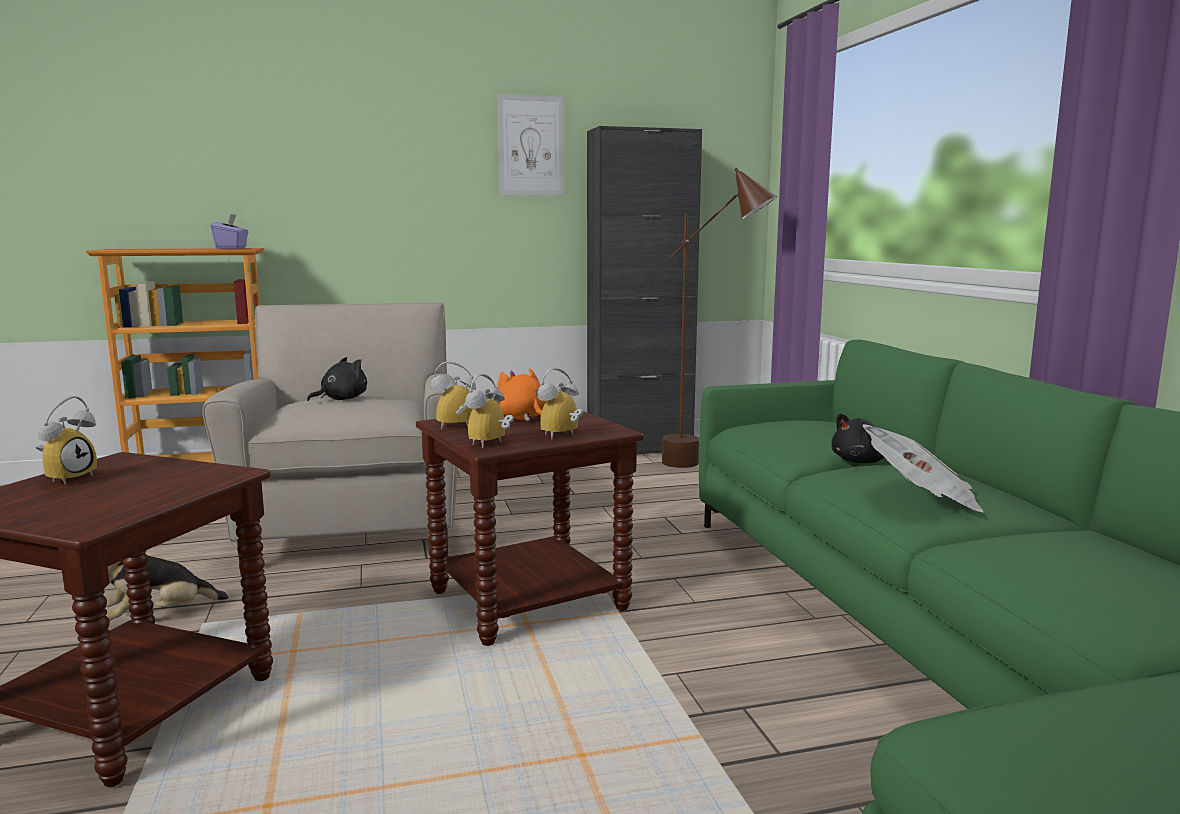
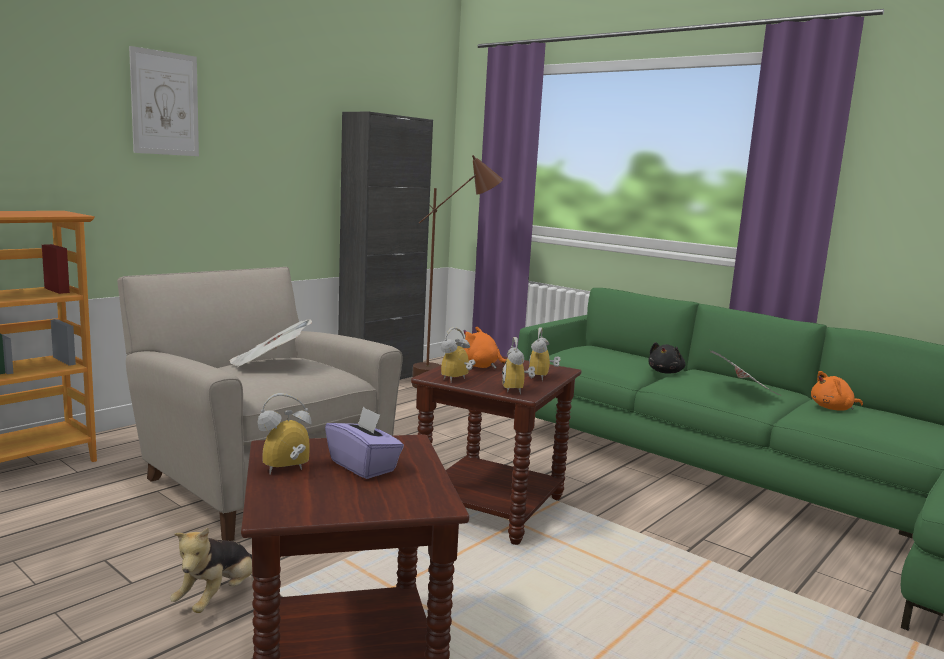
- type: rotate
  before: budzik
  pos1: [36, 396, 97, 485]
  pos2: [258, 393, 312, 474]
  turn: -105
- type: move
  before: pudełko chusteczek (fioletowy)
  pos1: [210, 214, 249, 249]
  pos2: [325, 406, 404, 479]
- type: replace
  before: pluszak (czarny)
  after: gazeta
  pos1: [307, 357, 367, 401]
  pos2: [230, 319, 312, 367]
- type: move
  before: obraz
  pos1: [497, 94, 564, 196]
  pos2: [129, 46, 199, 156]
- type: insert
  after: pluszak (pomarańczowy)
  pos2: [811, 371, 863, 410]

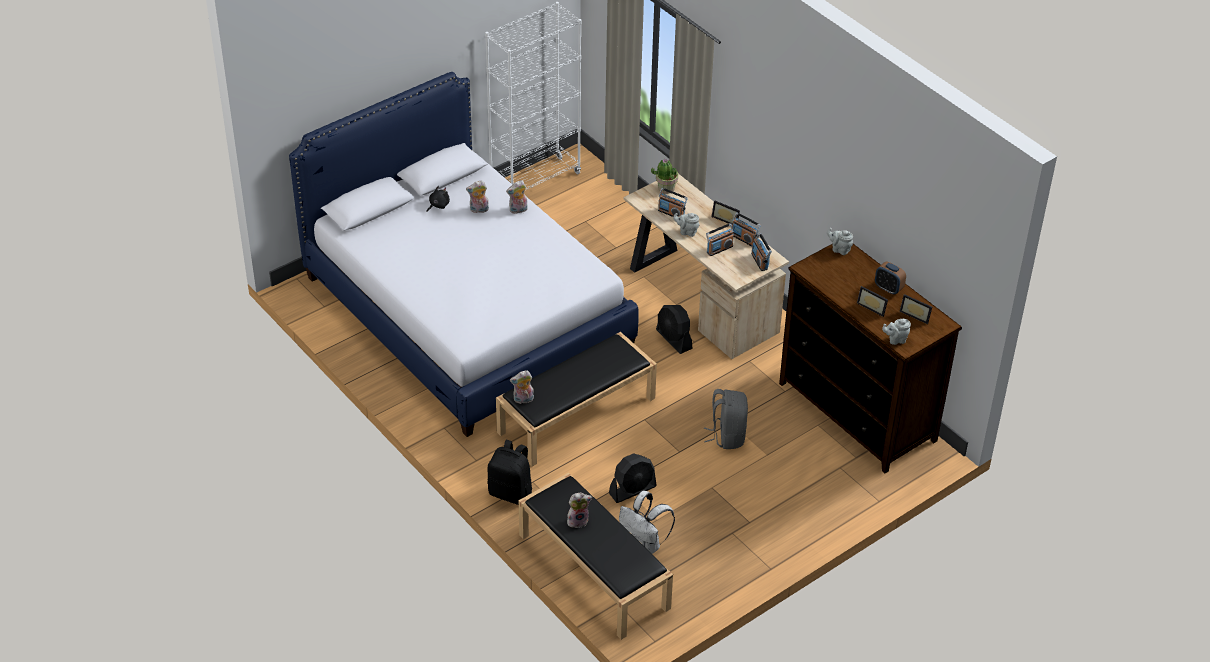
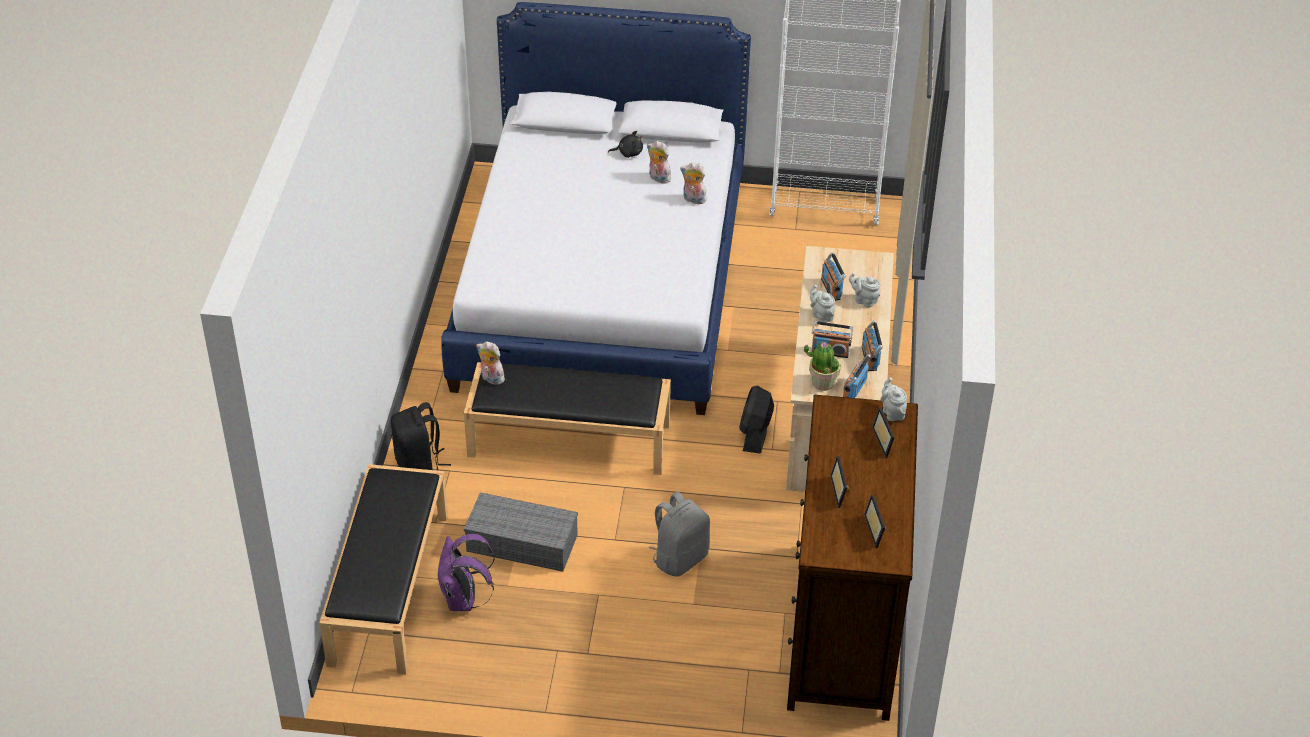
- type: delete
  before: pluszak
  pos1: [567, 493, 592, 528]
- type: replace
  before: wentylator (czarny)
  after: pojemnik do przechowywania (szary)
  pos1: [609, 453, 657, 503]
  pos2: [464, 492, 578, 572]
- type: recolor
  before: plecak (biały)
  after: plecak (fioletowy)
  pos1: [619, 491, 675, 554]
  pos2: [437, 534, 495, 611]
- type: move
  before: roślina doniczkowa
  pos1: [651, 159, 678, 194]
  pos2: [804, 342, 841, 391]
- type: move
  before: ramka na zdjęcie
  pos1: [712, 200, 740, 224]
  pos2: [872, 407, 895, 458]
- type: delete
  before: budzik
  pos1: [875, 262, 906, 295]
- type: move
  before: imbryk (szary)
  pos1: [882, 319, 911, 345]
  pos2: [849, 273, 880, 308]

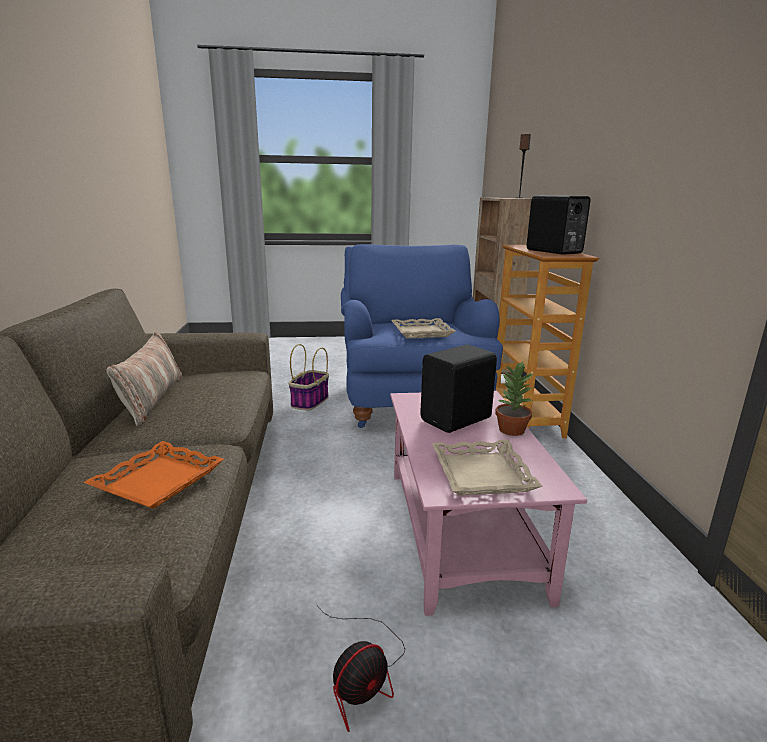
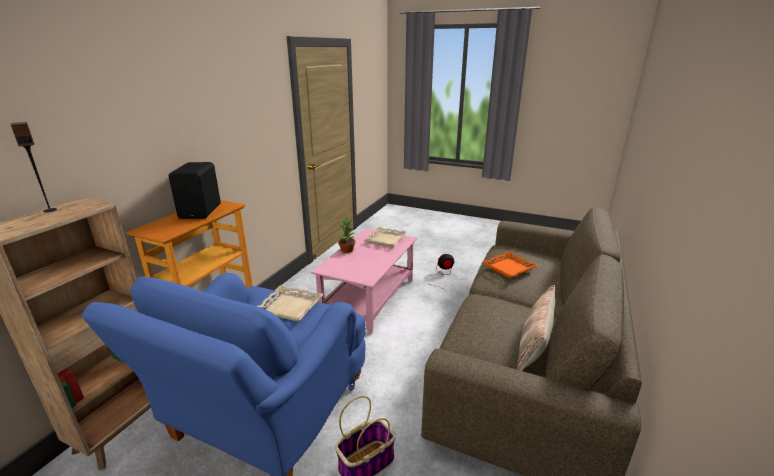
- type: delete
  before: głośnik (czarny)
  pos1: [420, 345, 497, 433]

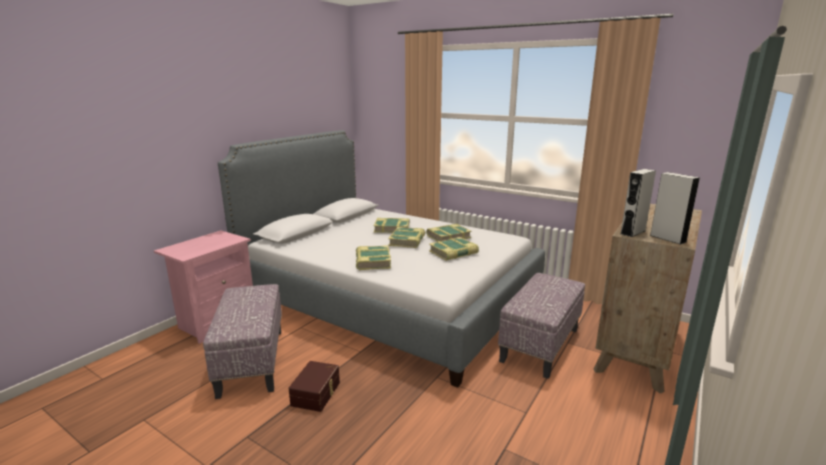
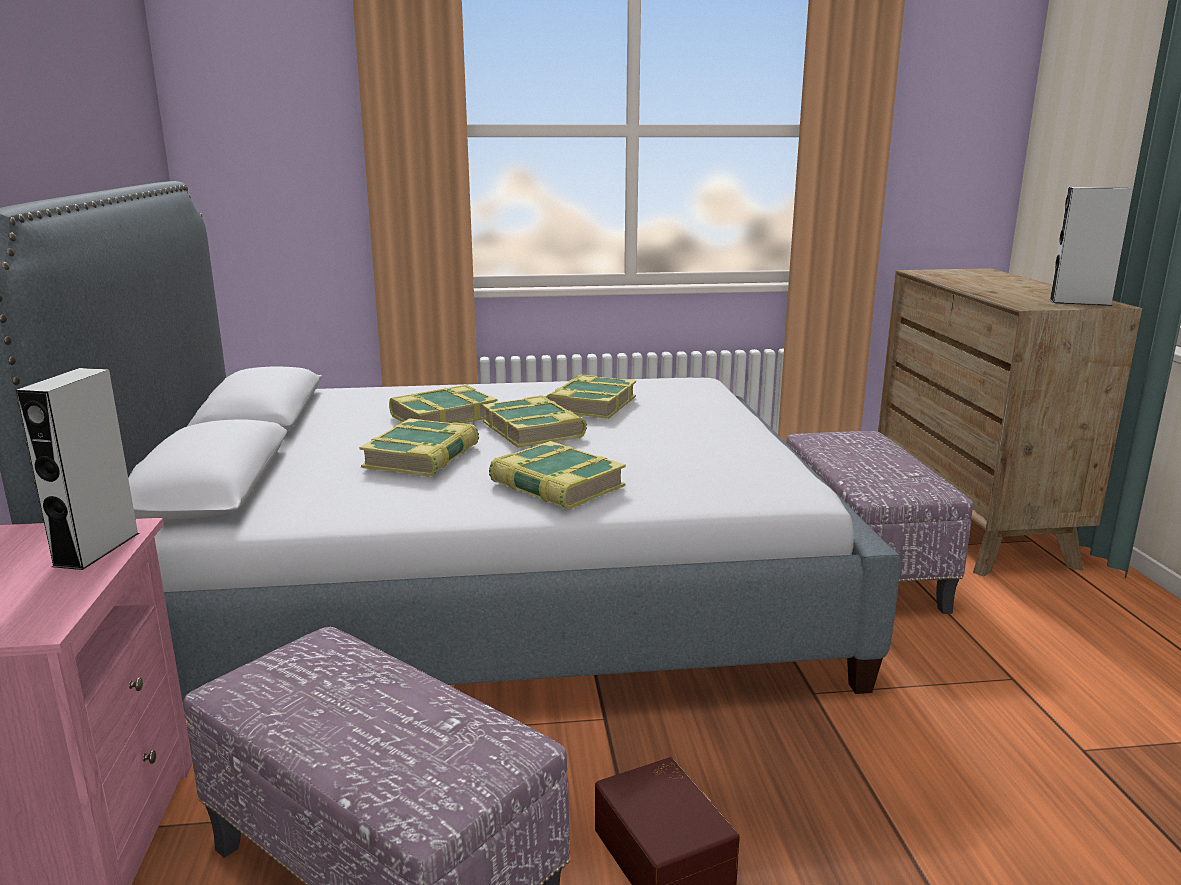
- type: move
  before: książka
  pos1: [429, 237, 479, 261]
  pos2: [359, 418, 479, 477]
- type: move
  before: głośnik (szary)
  pos1: [621, 169, 656, 237]
  pos2: [16, 368, 139, 570]

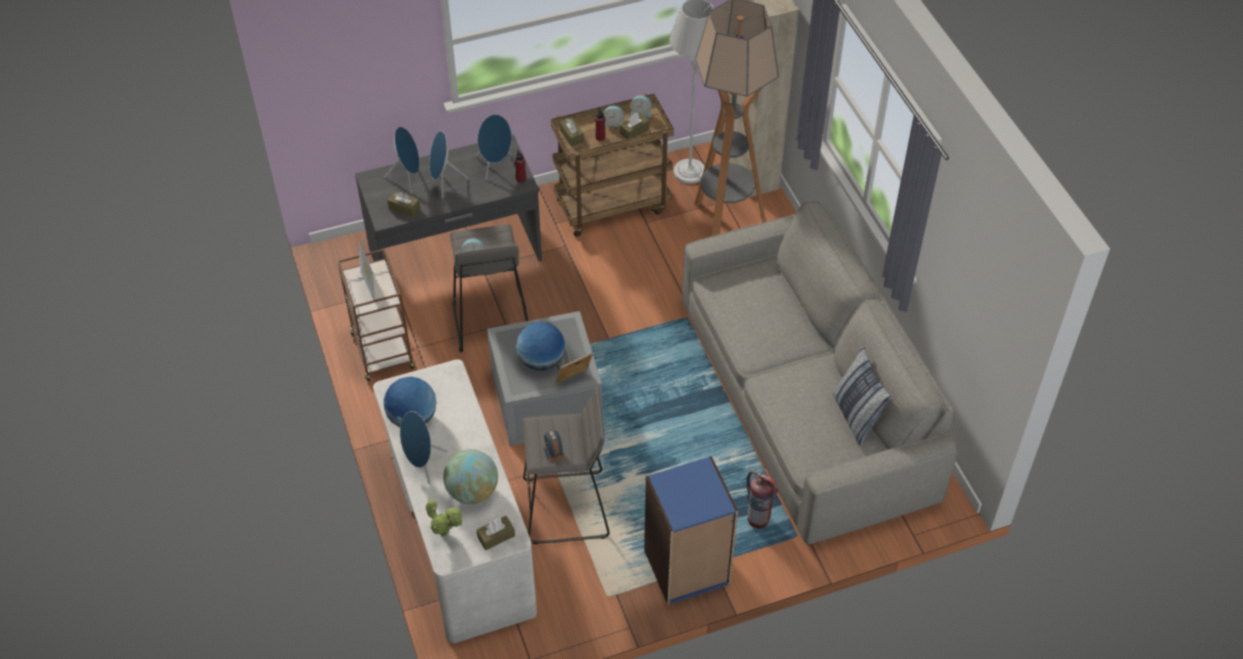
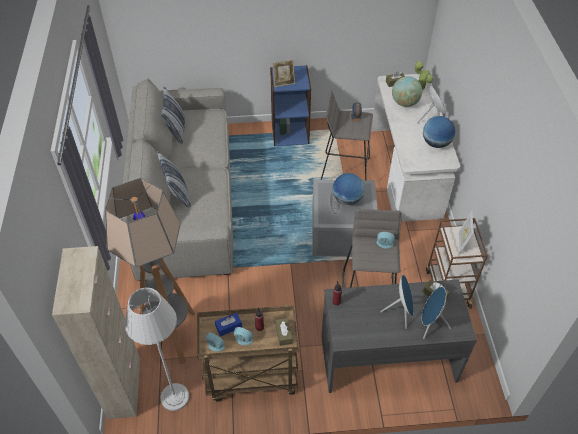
- type: delete
  before: głośnik (niebieski)
  pos1: [475, 114, 512, 180]
- type: move
  before: ramka na zdjęcie
  pos1: [556, 353, 593, 383]
  pos2: [272, 60, 295, 87]
- type: recolor
  before: pudełko chusteczek (brązowy)
  after: pudełko chusteczek (niebieski)
  pos1: [620, 112, 649, 139]
  pos2: [215, 313, 242, 336]
- type: delete
  before: gaśnica
  pos1: [746, 470, 779, 529]
- type: insert
  after: poduszka
  pos2: [157, 151, 191, 208]

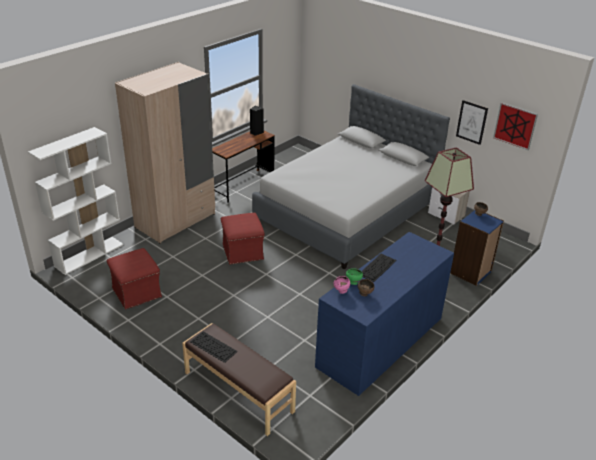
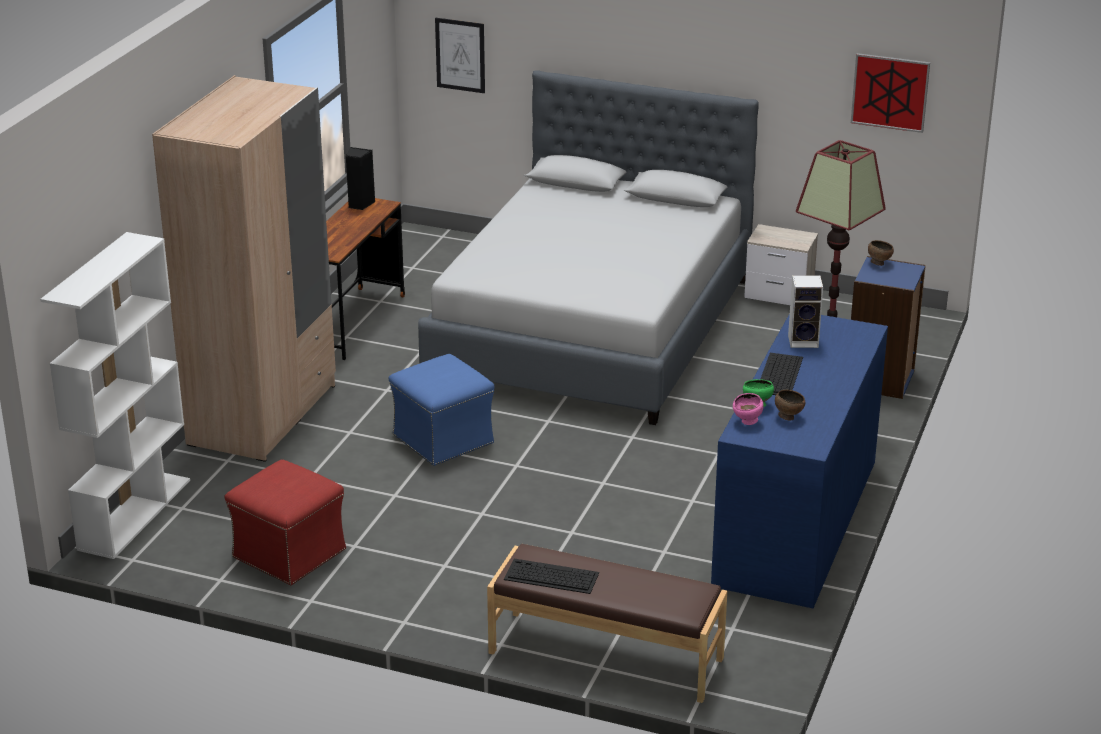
- type: recolor
  before: pufa (czerwony)
  after: pufa (niebieski)
  pos1: [221, 213, 265, 265]
  pos2: [389, 354, 495, 466]
- type: move
  before: obraz
  pos1: [456, 100, 488, 145]
  pos2: [435, 18, 485, 93]
- type: insert
  after: głośnik
  pos2: [788, 275, 823, 348]

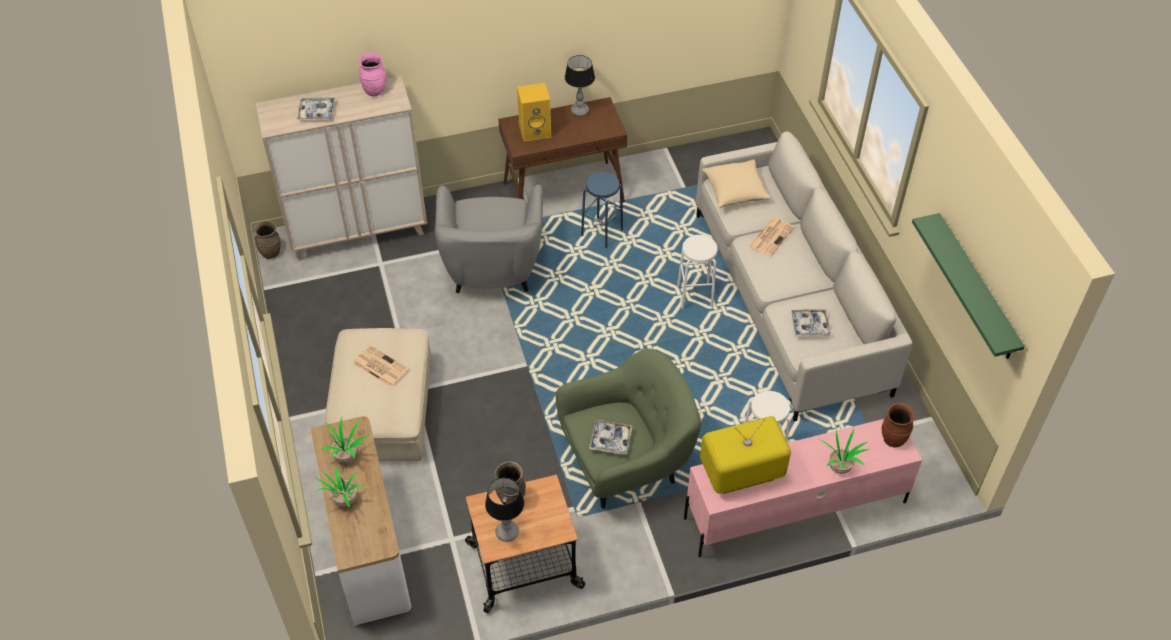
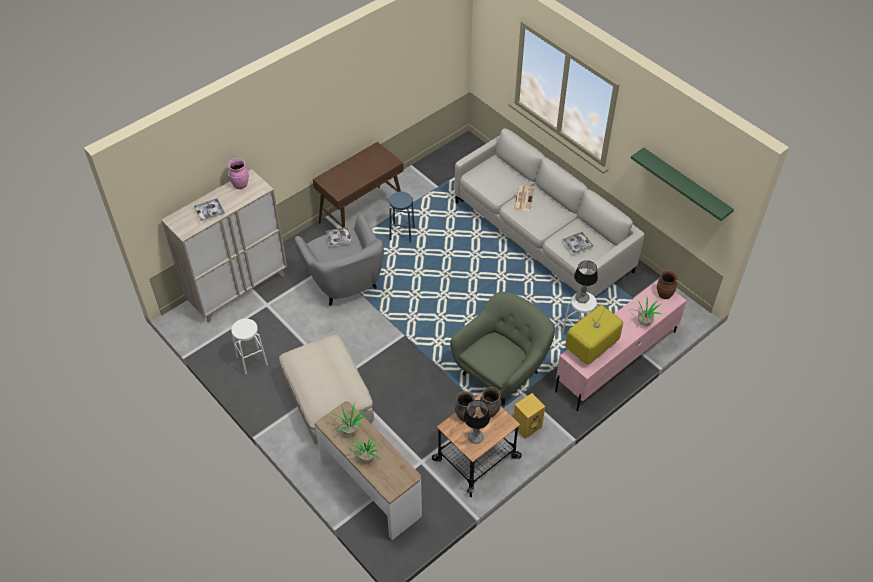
- type: move
  before: wazon (brązowy)
  pos1: [253, 221, 281, 259]
  pos2: [480, 387, 501, 418]
- type: delete
  before: gazeta
  pos1: [353, 345, 409, 387]
- type: move
  before: głośnik (żółty)
  pos1: [517, 83, 551, 141]
  pos2: [513, 393, 545, 439]
- type: move
  before: lampa stołowa
  pos1: [565, 55, 595, 116]
  pos2: [574, 260, 598, 303]
- type: move
  before: taca
  pos1: [589, 420, 633, 455]
  pos2: [326, 227, 353, 247]
- type: move
  before: stołek (biały)
  pos1: [677, 235, 717, 309]
  pos2: [231, 319, 268, 374]
- type: delete
  before: poduszka (beżowy)
  pos1: [702, 159, 771, 208]

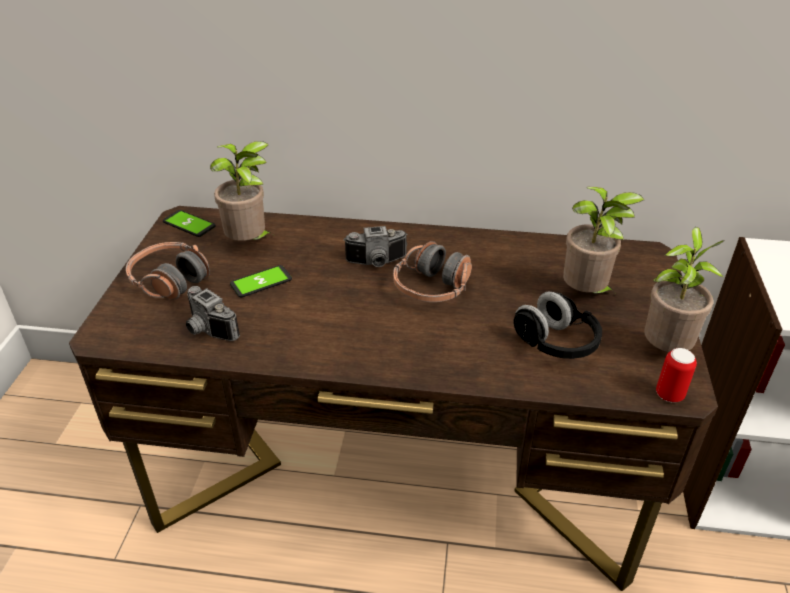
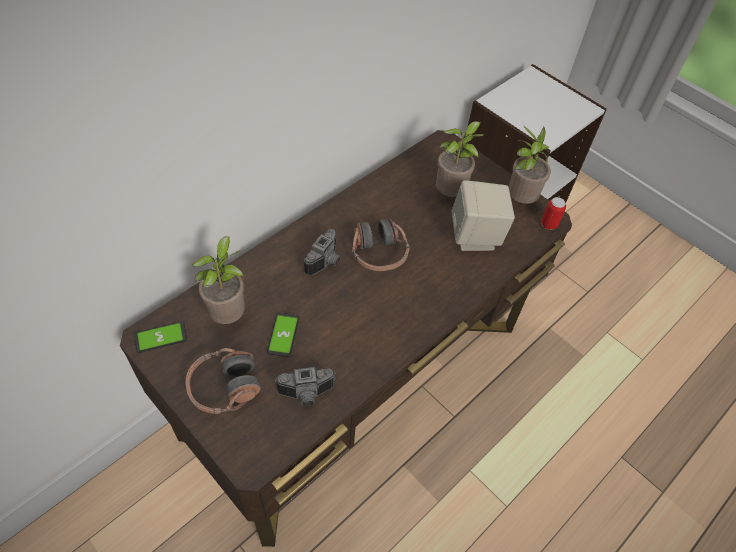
- type: replace
  before: słuchawki (czarny)
  after: głośnik (beżowy)
  pos1: [513, 292, 602, 359]
  pos2: [452, 180, 515, 251]

